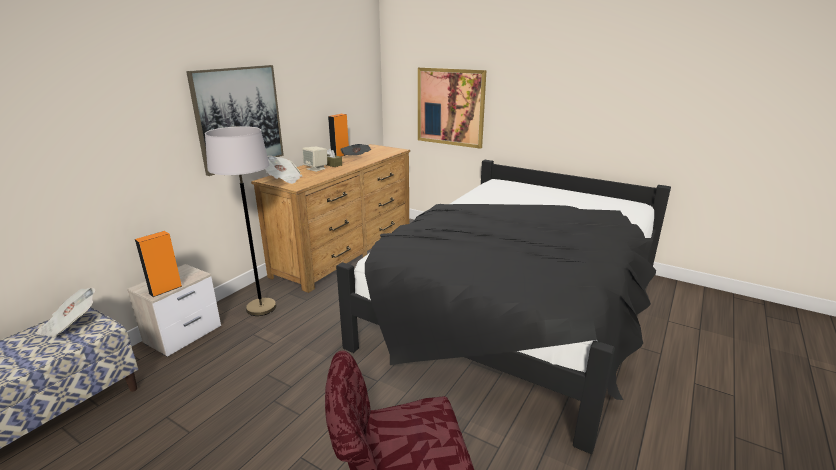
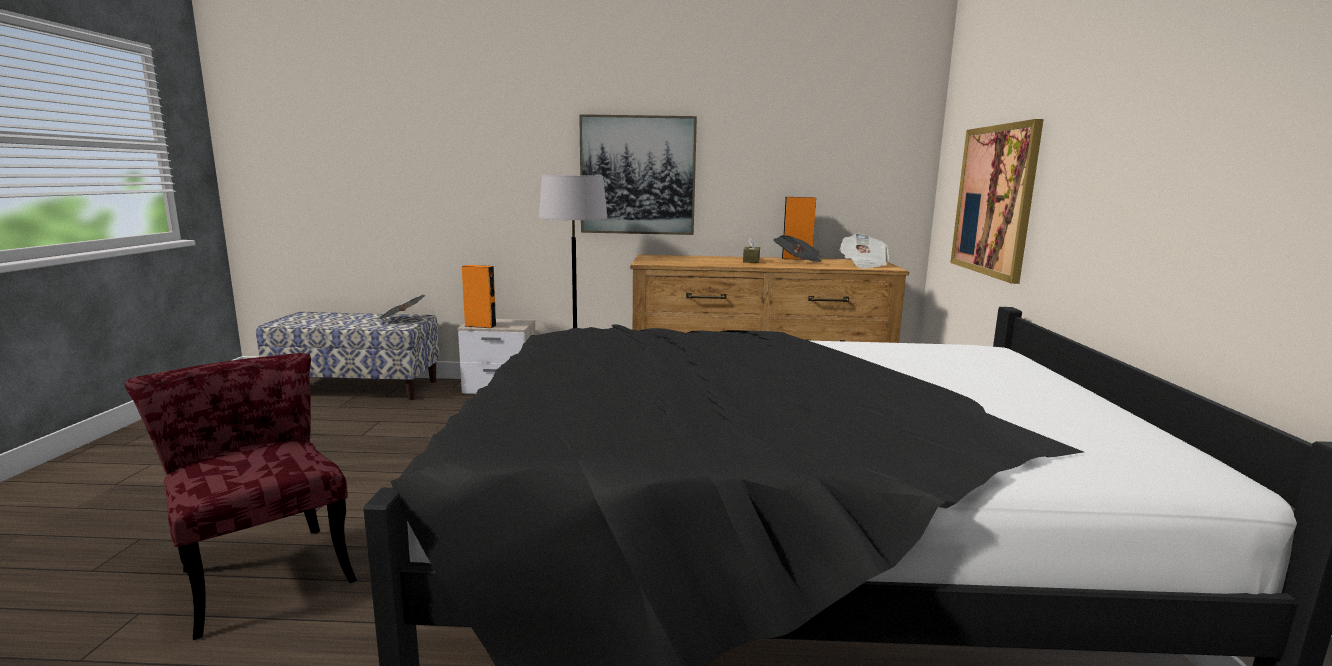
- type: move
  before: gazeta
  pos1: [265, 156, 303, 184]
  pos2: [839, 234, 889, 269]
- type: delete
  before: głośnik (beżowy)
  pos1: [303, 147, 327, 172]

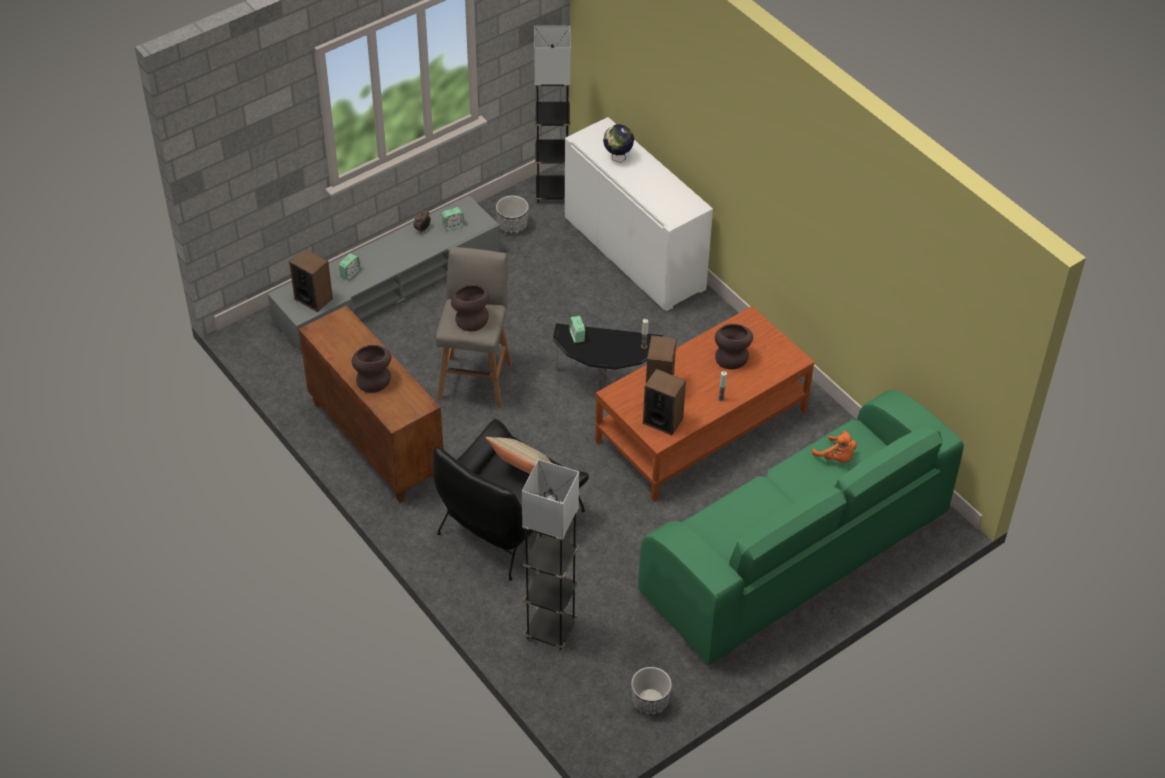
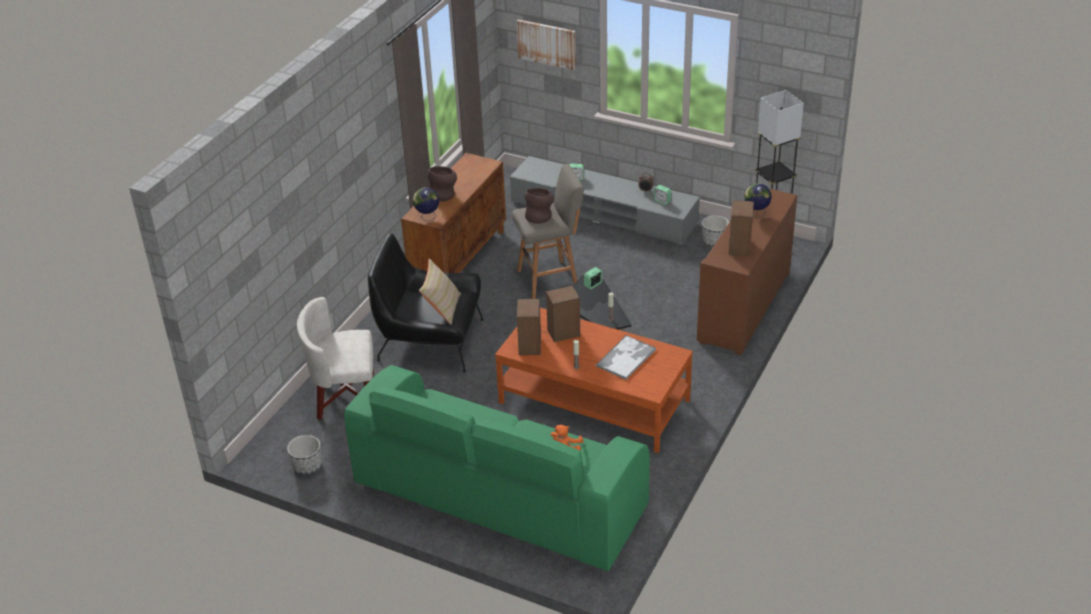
- type: move
  before: głośnik
  pos1: [289, 248, 333, 312]
  pos2: [729, 200, 754, 256]
- type: replace
  before: lampa stojąca (szary)
  after: fotel (biały)
  pos1: [522, 459, 579, 650]
  pos2: [297, 297, 374, 420]
- type: recolor
  before: szafka (biały)
  after: szafka (brązowy)
  pos1: [565, 117, 713, 311]
  pos2: [697, 189, 797, 355]
- type: replace
  before: wazon (brązowy)
  after: taca
  pos1: [715, 324, 753, 369]
  pos2: [596, 335, 656, 380]
- type: insert
  after: globus
  pos2: [413, 187, 439, 221]
- type: insert
  after: obraz
  pos2: [517, 19, 576, 70]

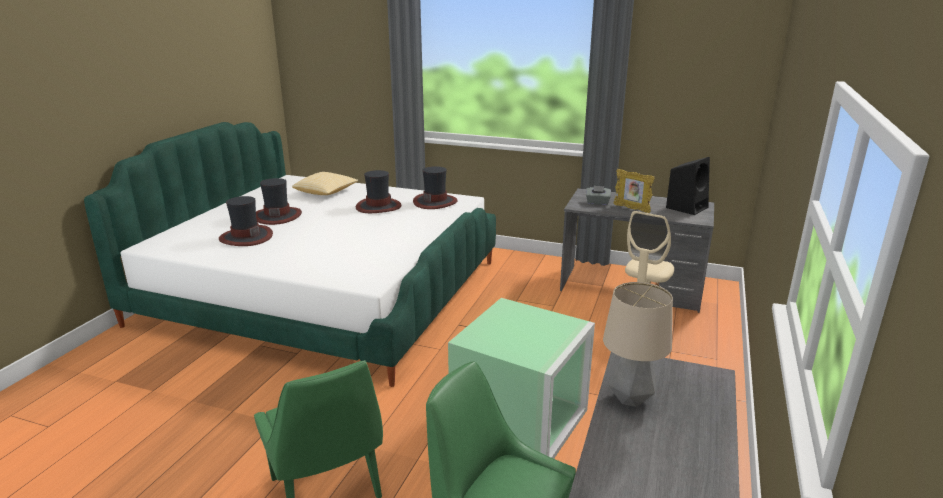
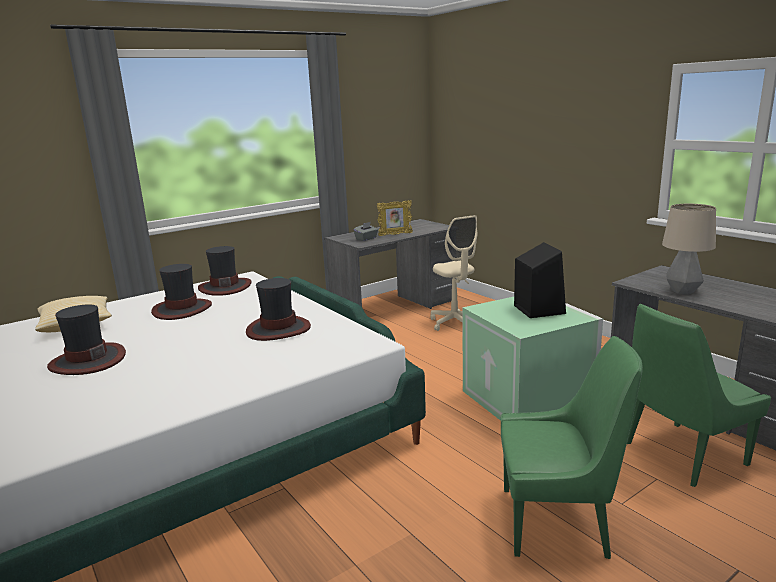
- type: move
  before: kapelusz
  pos1: [219, 196, 273, 246]
  pos2: [246, 278, 311, 341]
- type: move
  before: głośnik (czarny)
  pos1: [666, 157, 710, 215]
  pos2: [514, 242, 566, 318]

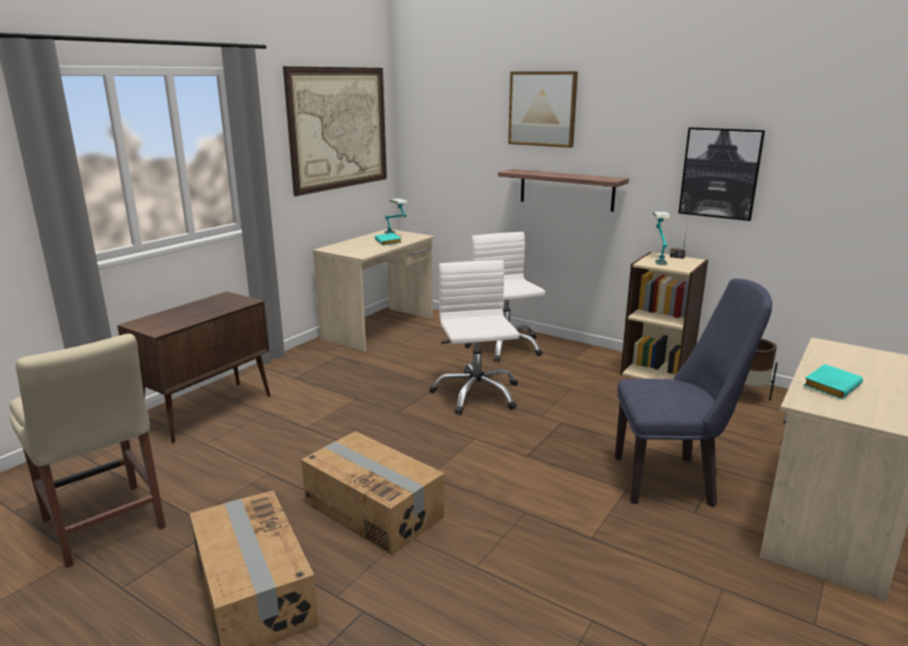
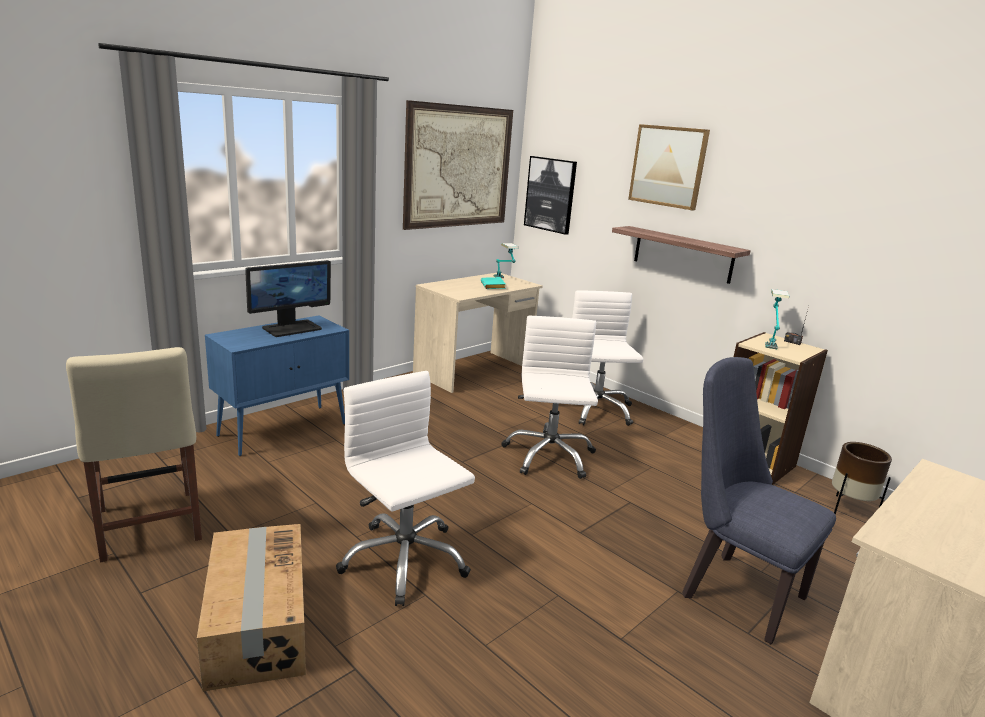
- type: recolor
  before: szafka (brązowy)
  after: szafka (niebieski)
  pos1: [117, 291, 270, 443]
  pos2: [205, 316, 349, 456]
- type: replace
  before: karton
  after: krzesło biurowe (biały)
  pos1: [301, 431, 444, 555]
  pos2: [336, 371, 475, 606]
- type: rotate
  before: krzesło (niebieski)
  pos1: [615, 278, 772, 507]
  pos2: [682, 357, 836, 644]
  turn: -150
- type: move
  before: obraz
  pos1: [679, 127, 765, 221]
  pos2: [524, 156, 577, 235]
- type: delete
  before: książka (turkusowy)
  pos1: [803, 364, 863, 399]
- type: insert
  after: monitor
  pos2: [245, 260, 331, 337]

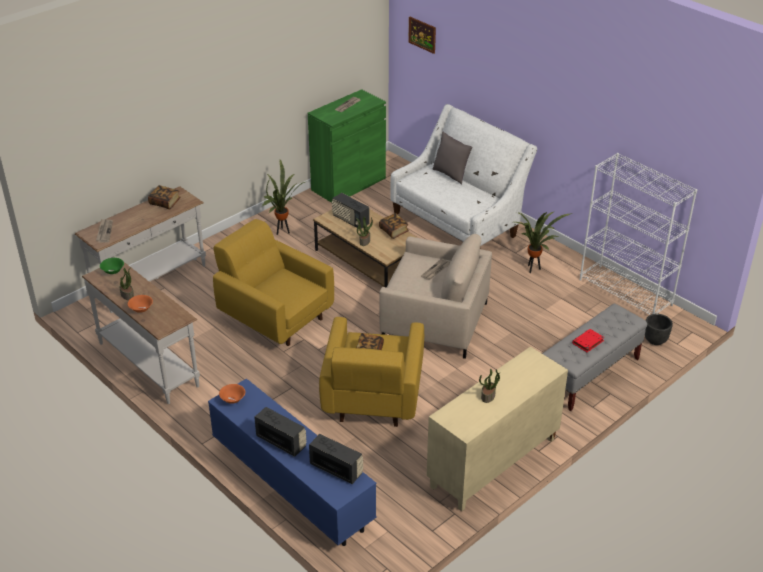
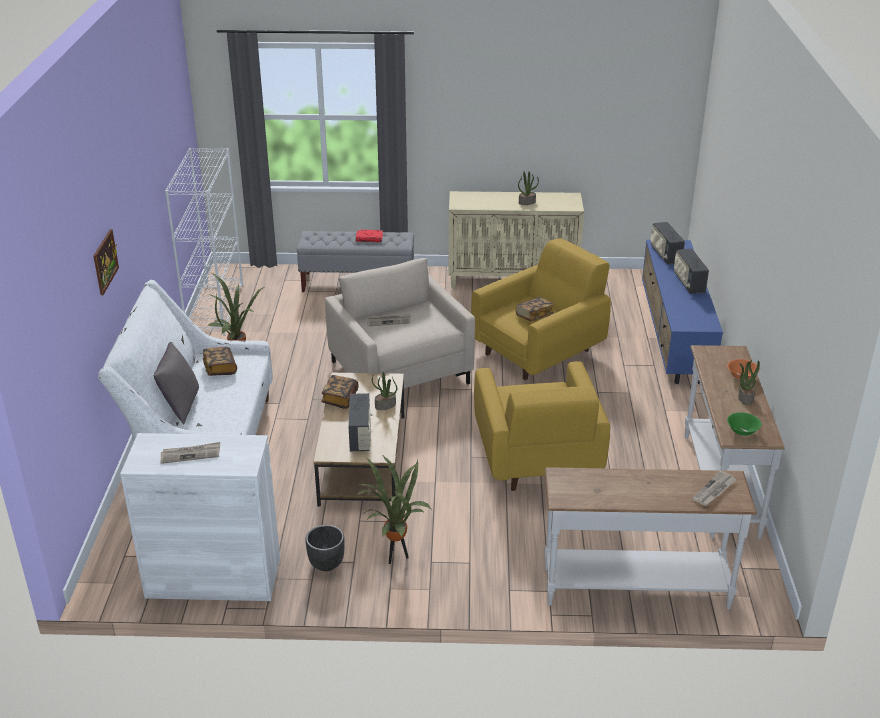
- type: move
  before: książka
  pos1: [148, 185, 181, 209]
  pos2: [203, 347, 237, 376]
- type: delete
  before: miska (pomarańczowy)
  pos1: [219, 384, 245, 404]
- type: recolor
  before: szafka (zielony)
  after: szafka (biały)
  pos1: [308, 89, 386, 203]
  pos2: [120, 433, 280, 601]
- type: move
  before: obraz
  pos1: [408, 17, 436, 54]
  pos2: [93, 229, 119, 295]
- type: move
  before: donica (czarny)
  pos1: [645, 314, 673, 345]
  pos2: [305, 525, 344, 571]

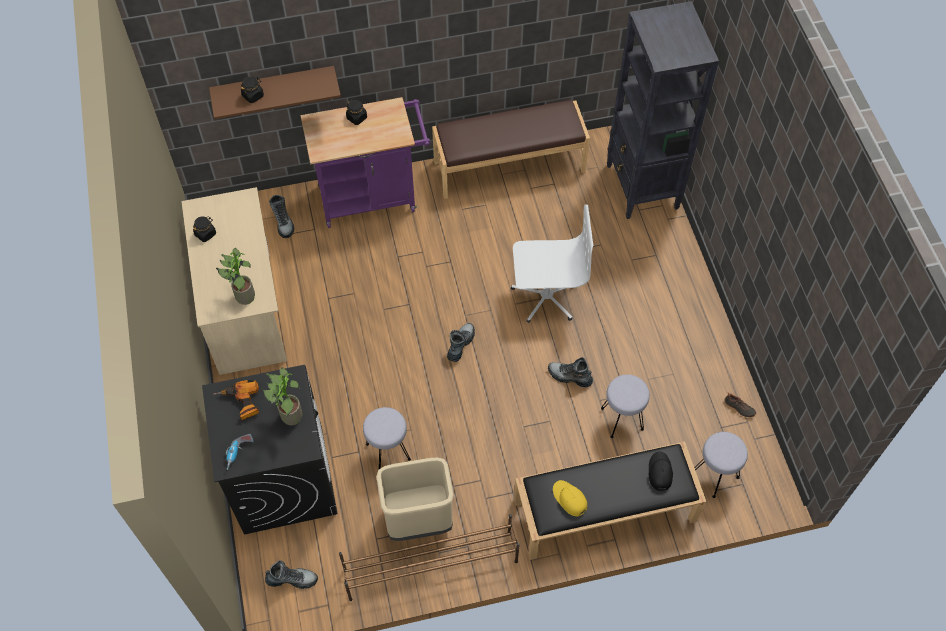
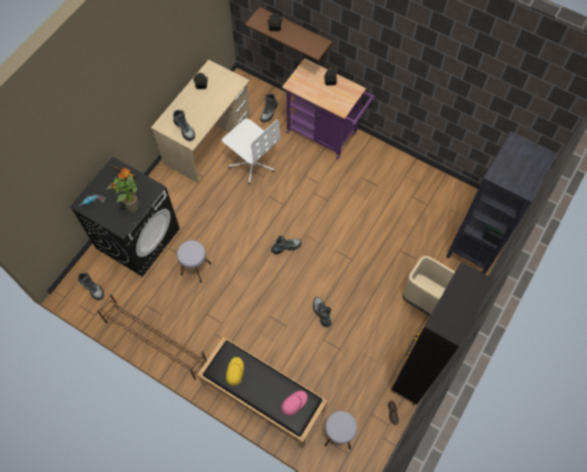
- type: replace
  before: roślina doniczkowa
  after: but z cholewką
  pos1: [216, 248, 255, 305]
  pos2: [173, 110, 195, 141]
- type: move
  before: kosz na śmieci (beżowy)
  pos1: [376, 457, 454, 541]
  pos2: [403, 256, 455, 316]
- type: delete
  before: ławka (brązowy)
  pos1: [432, 100, 590, 199]
- type: move
  before: krzesło biurowe (biały)
  pos1: [511, 204, 593, 323]
  pos2: [222, 118, 280, 184]
- type: delete
  before: stołek (szary)
  pos1: [601, 374, 650, 438]
- type: recolor
  before: czapka z daszkiem (czarny)
  after: czapka z daszkiem (różowy)
  pos1: [649, 452, 673, 491]
  pos2: [282, 391, 307, 416]
- type: insert
  after: szafka (czarny)
  pos2: [391, 262, 495, 405]

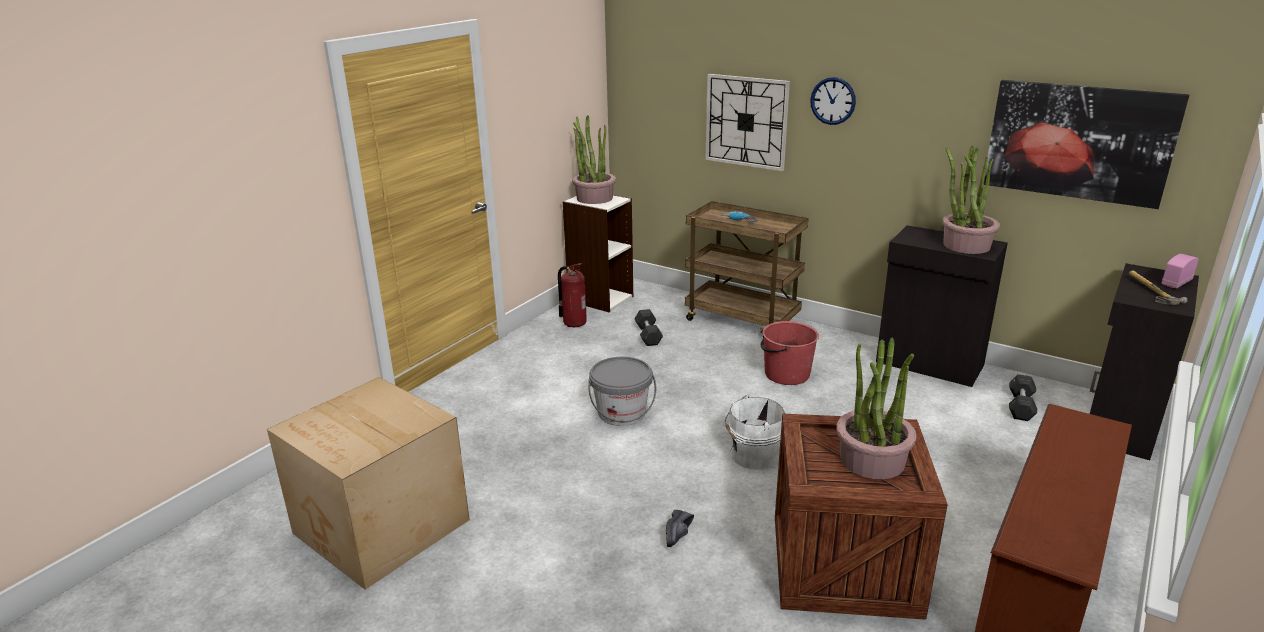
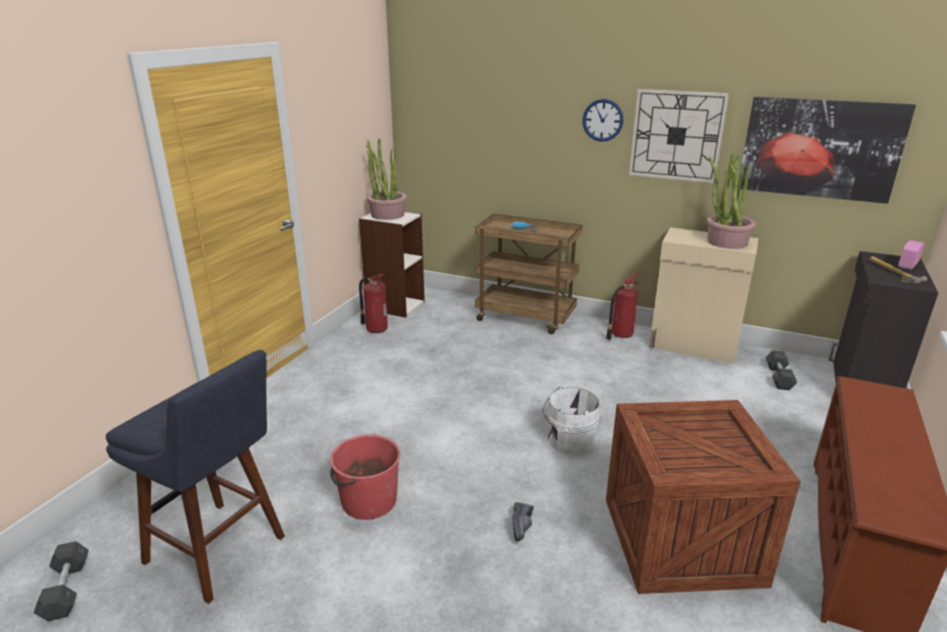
- type: replace
  before: karton
  after: stołek (niebieski)
  pos1: [267, 377, 470, 590]
  pos2: [106, 350, 285, 604]
- type: delete
  before: wiadro (szary)
  pos1: [589, 357, 656, 426]
- type: move
  before: hantel (szary)
  pos1: [634, 309, 663, 346]
  pos2: [34, 541, 89, 621]
- type: move
  before: zegar ścienny
  pos1: [705, 74, 790, 171]
  pos2: [629, 89, 729, 183]
- type: move
  before: wiadro (czerwony)
  pos1: [760, 321, 819, 385]
  pos2: [330, 434, 400, 520]
- type: delete
  before: roślina doniczkowa
  pos1: [836, 338, 916, 479]
- type: recolor
  before: szafka (czarny)
  after: szafka (beżowy)
  pos1: [876, 225, 1008, 387]
  pos2: [649, 227, 758, 364]
- type: insert
  after: gaśnica
  pos2: [606, 273, 639, 340]

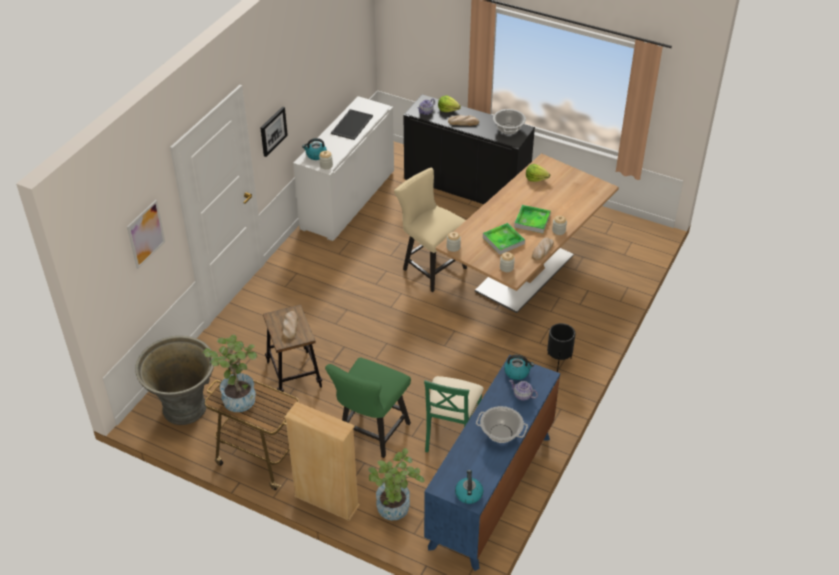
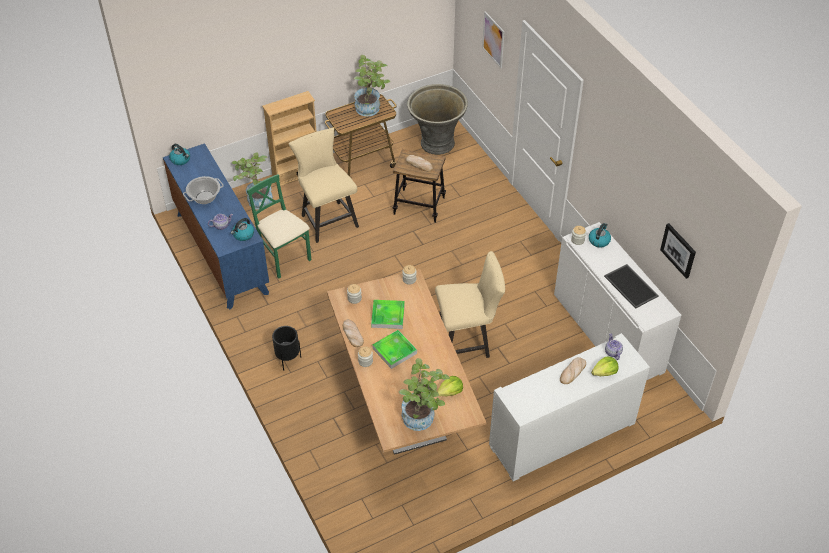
- type: move
  before: obraz
  pos1: [261, 107, 288, 157]
  pos2: [660, 223, 696, 279]
- type: recolor
  before: krzesło (zielony)
  after: krzesło (beżowy)
  pos1: [325, 358, 411, 458]
  pos2: [289, 128, 359, 243]
- type: recolor
  before: szafka (czarny)
  after: szafka (biały)
  pos1: [404, 94, 535, 204]
  pos2: [489, 333, 650, 481]
- type: delete
  before: garnek
  pos1: [493, 109, 526, 134]
- type: insert
  after: roślina doniczkowa
  pos2: [399, 358, 450, 431]

